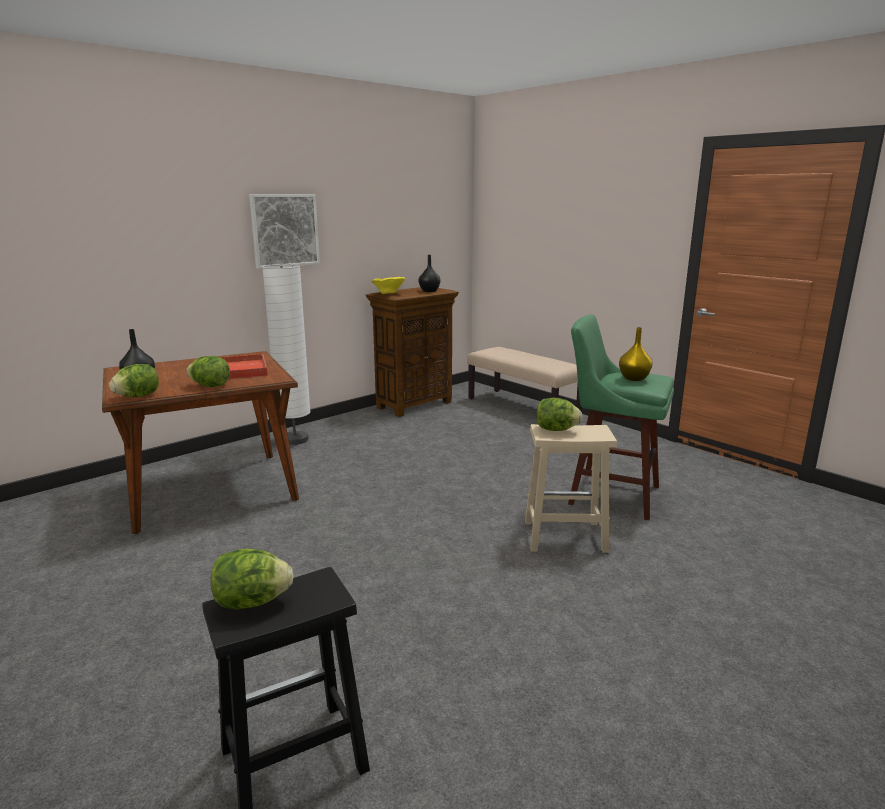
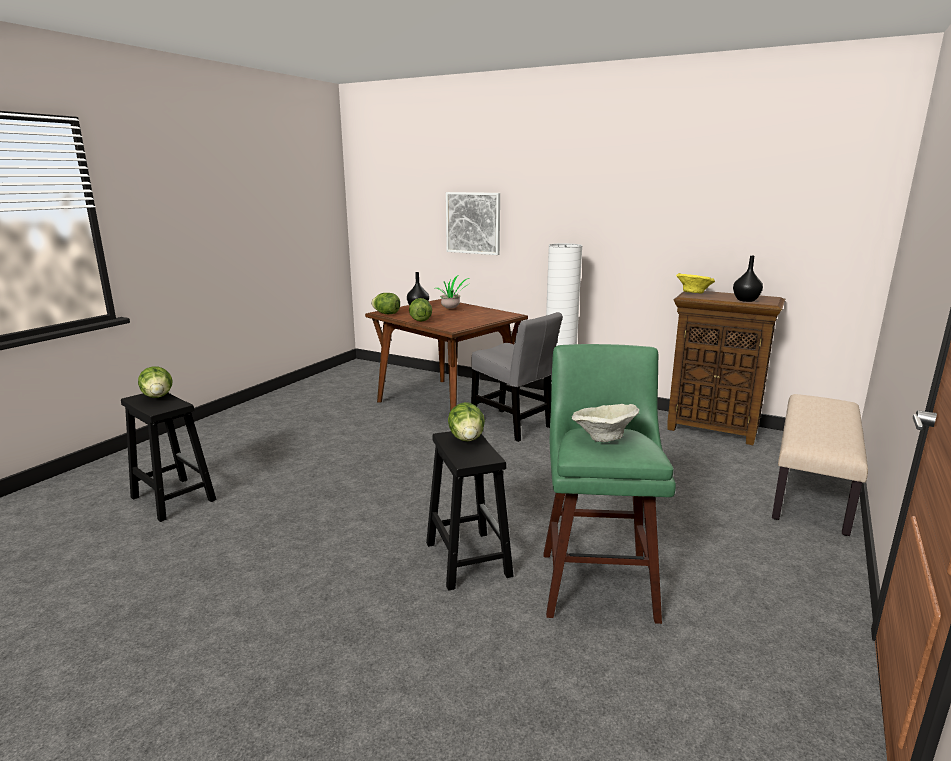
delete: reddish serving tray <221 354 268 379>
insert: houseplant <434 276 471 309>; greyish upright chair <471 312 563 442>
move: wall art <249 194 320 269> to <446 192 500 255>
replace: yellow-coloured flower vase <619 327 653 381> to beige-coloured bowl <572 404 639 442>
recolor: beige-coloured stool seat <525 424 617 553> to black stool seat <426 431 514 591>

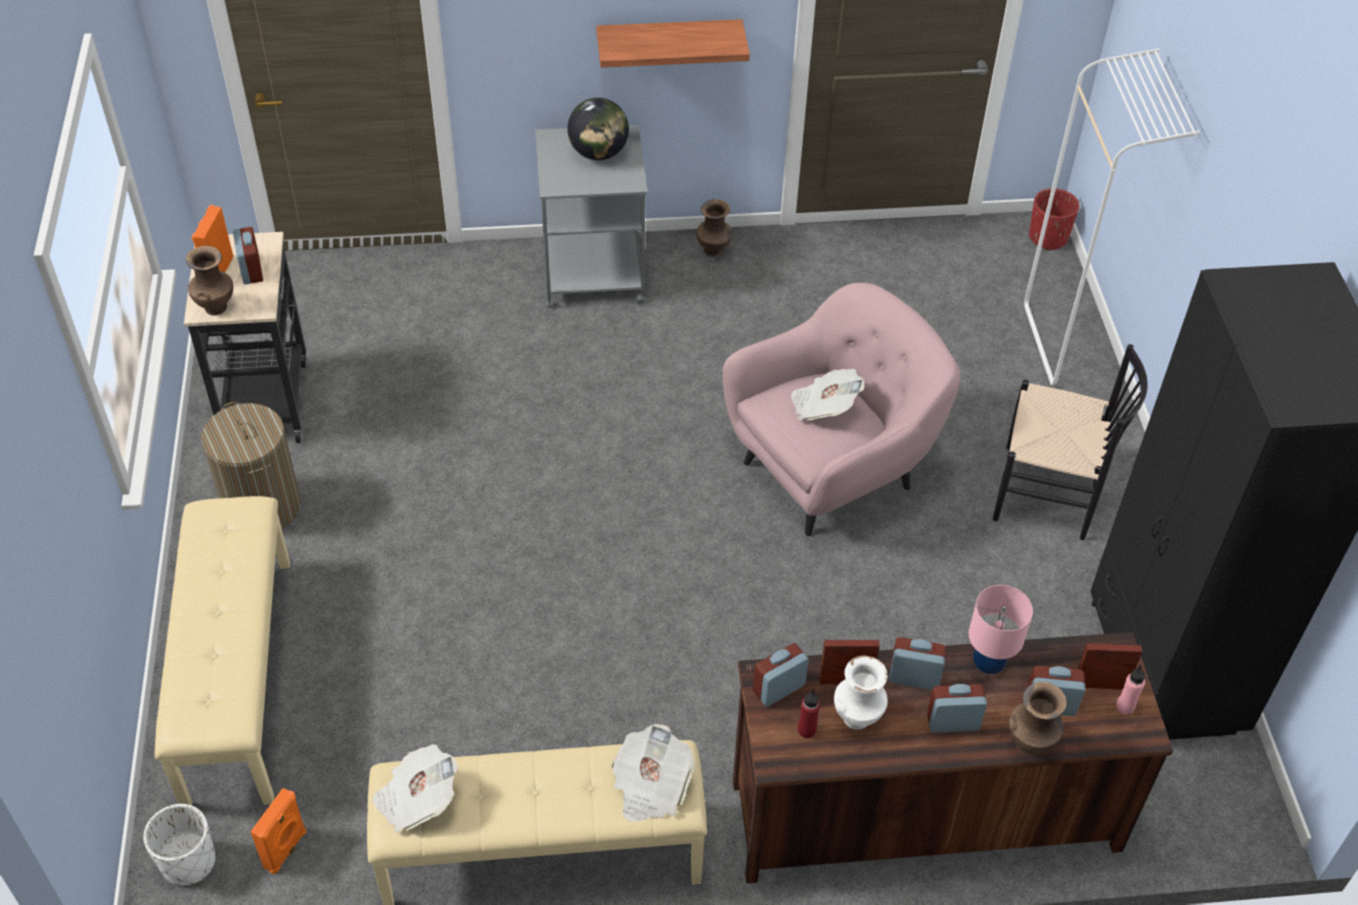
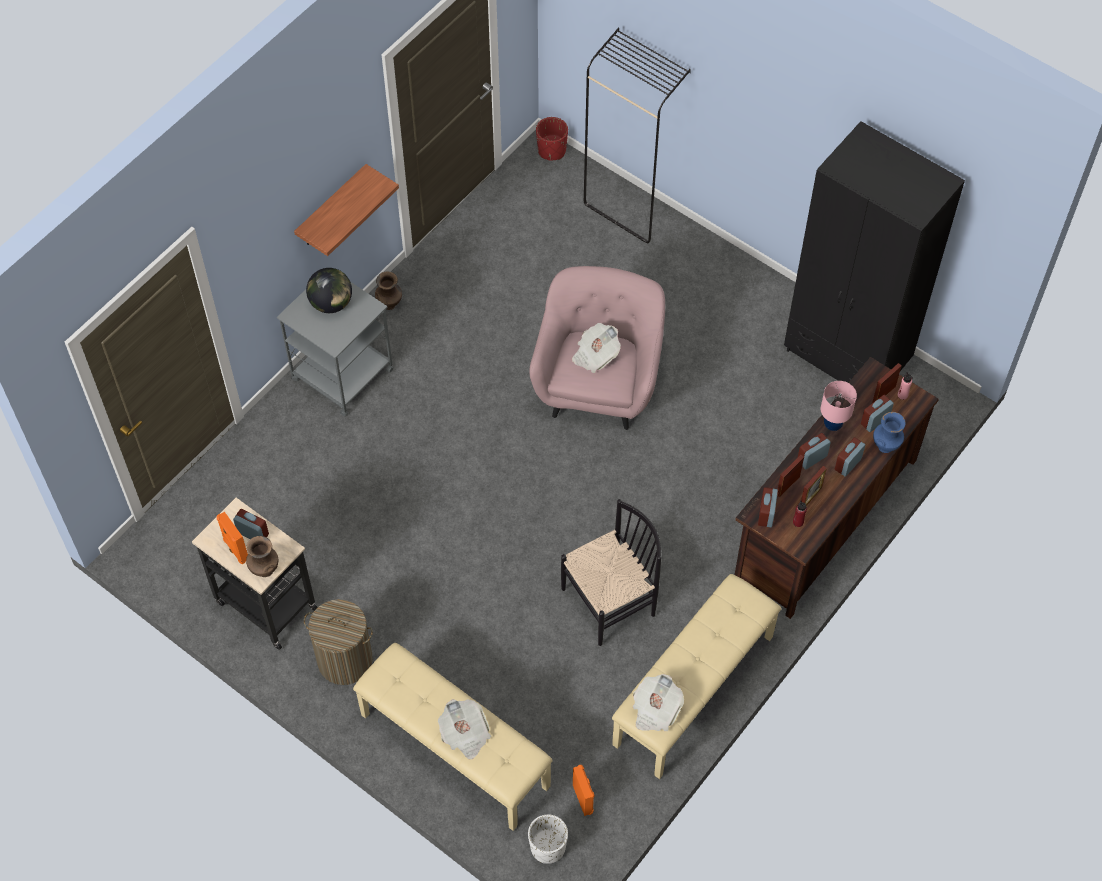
move: newspaper <612 724 695 821> to <438 699 491 760>; black upright chair <993 344 1148 540> to <561 499 661 646>
replace: white flower vase <834 656 888 730> to picture frame <801 466 827 506>
recolor: white clothes rack <1024 48 1200 385> to black clothes rack <584 28 691 243>; brown flower vase <1008 682 1067 755> to bluish flower vase <873 412 905 453>

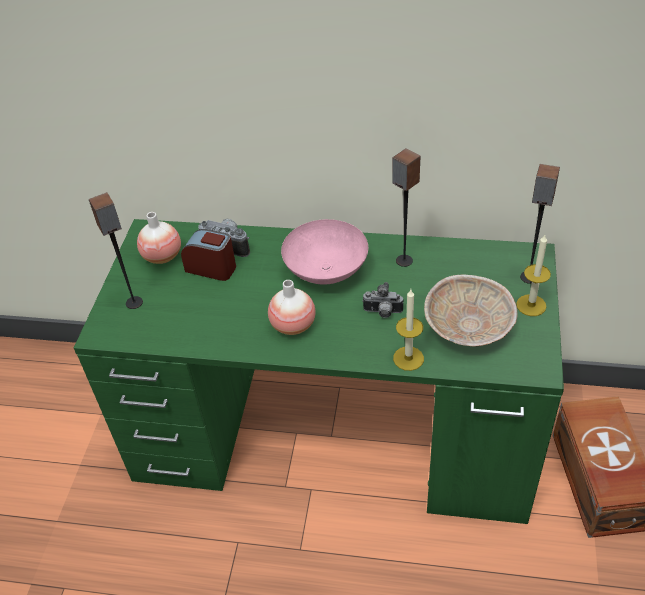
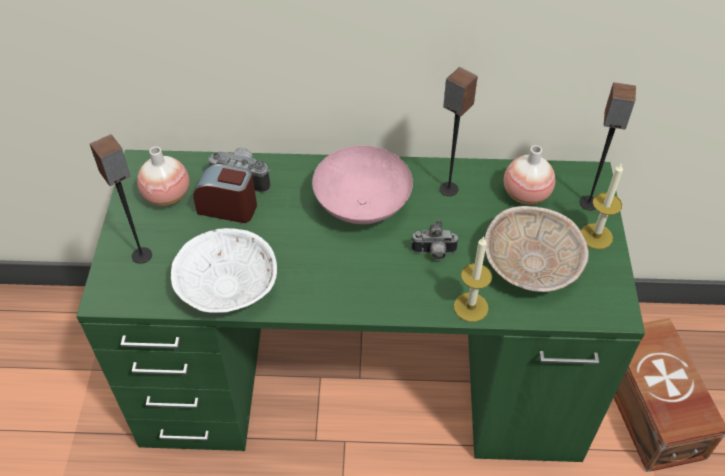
insert: white bowl <171 228 277 313>
move: flower vase <268 280 315 335> to <504 145 555 205>

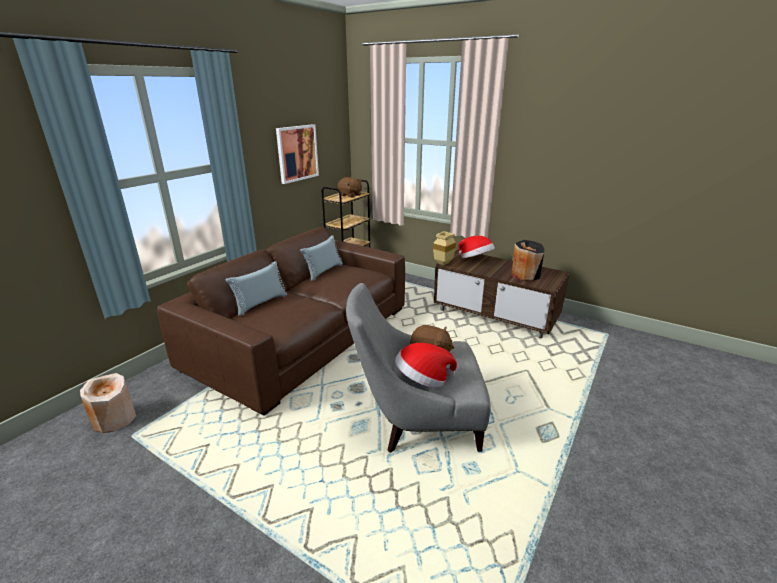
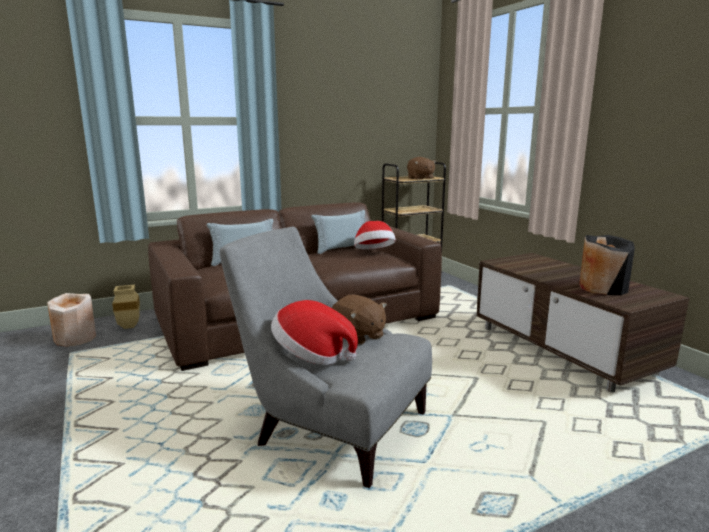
delete: wall art <276 124 319 184>
move: beige-coloured flower vase <433 231 456 265> to <112 285 140 329>; wearable hat <458 236 495 259> to <354 221 396 249>

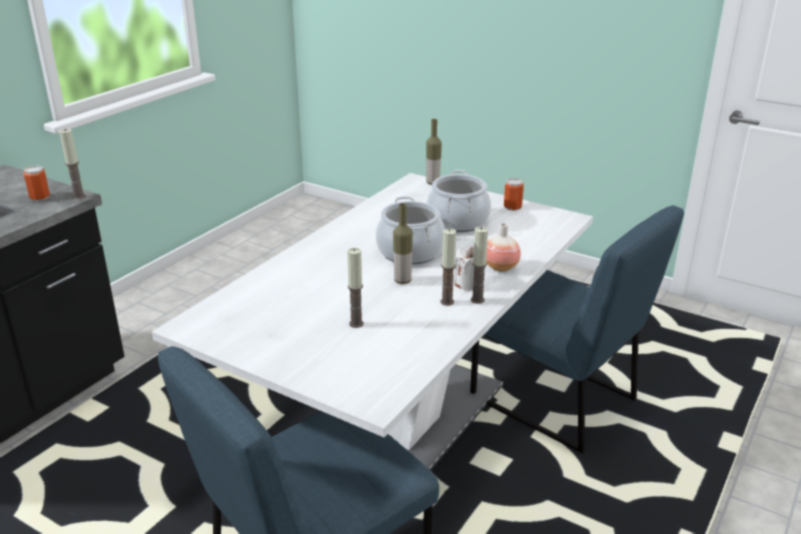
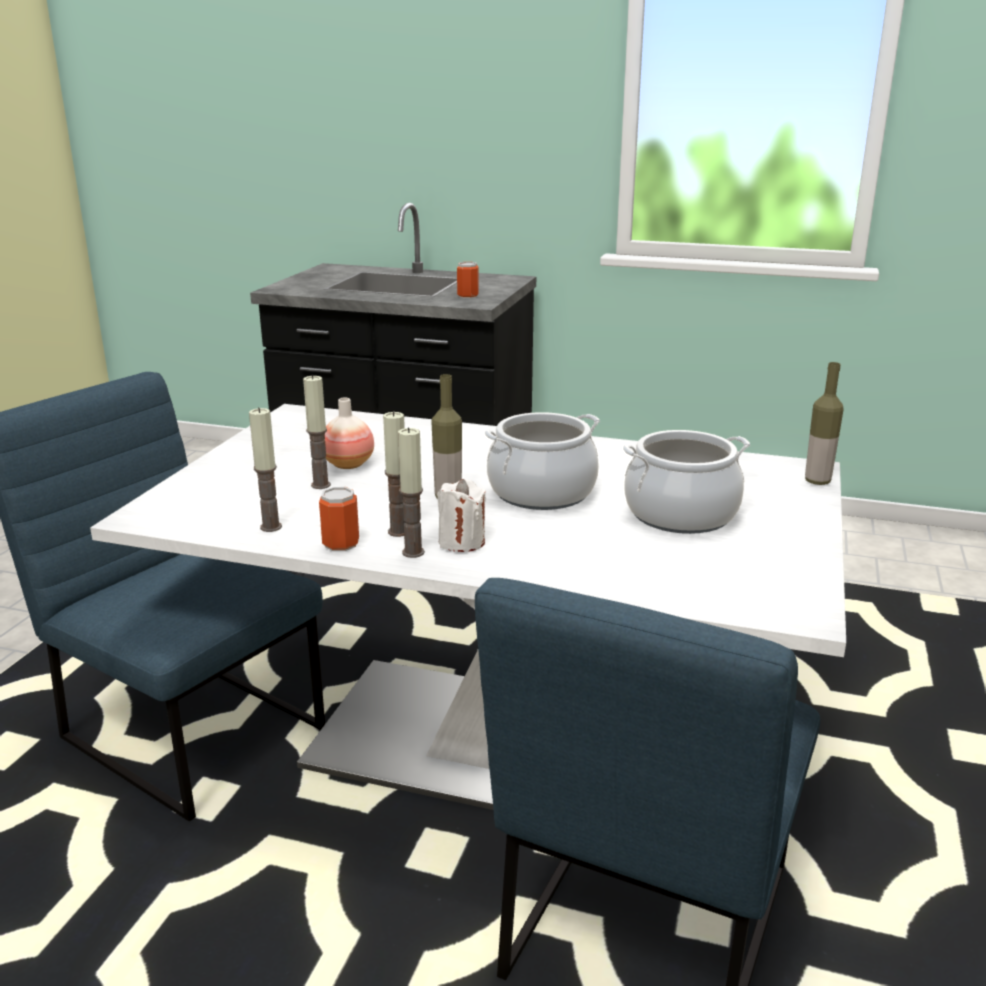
move: candle <59 129 85 199> to <249 407 282 532>; metal can <504 178 524 211> to <319 487 359 551>; flower vase <486 223 521 272> to <325 398 374 469>

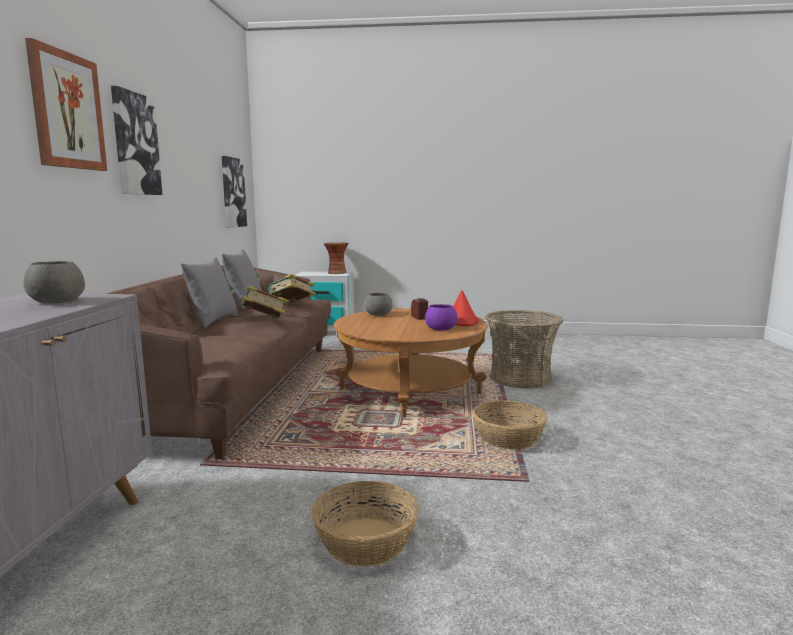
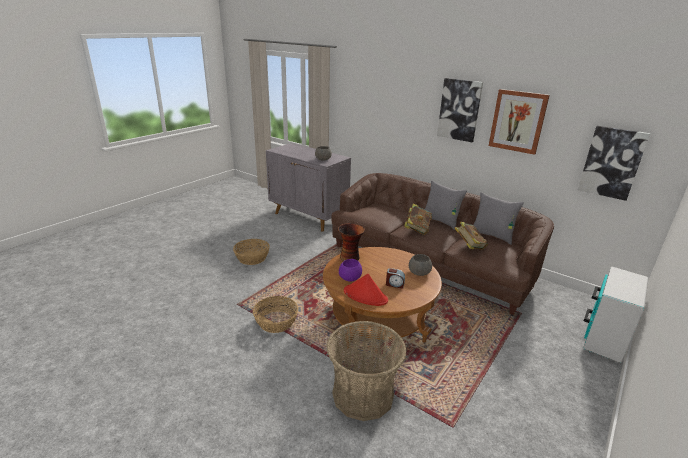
move: flower vase <324 242 349 274> to <338 223 365 261>; wall art <25 38 107 171> to <489 89 550 155>

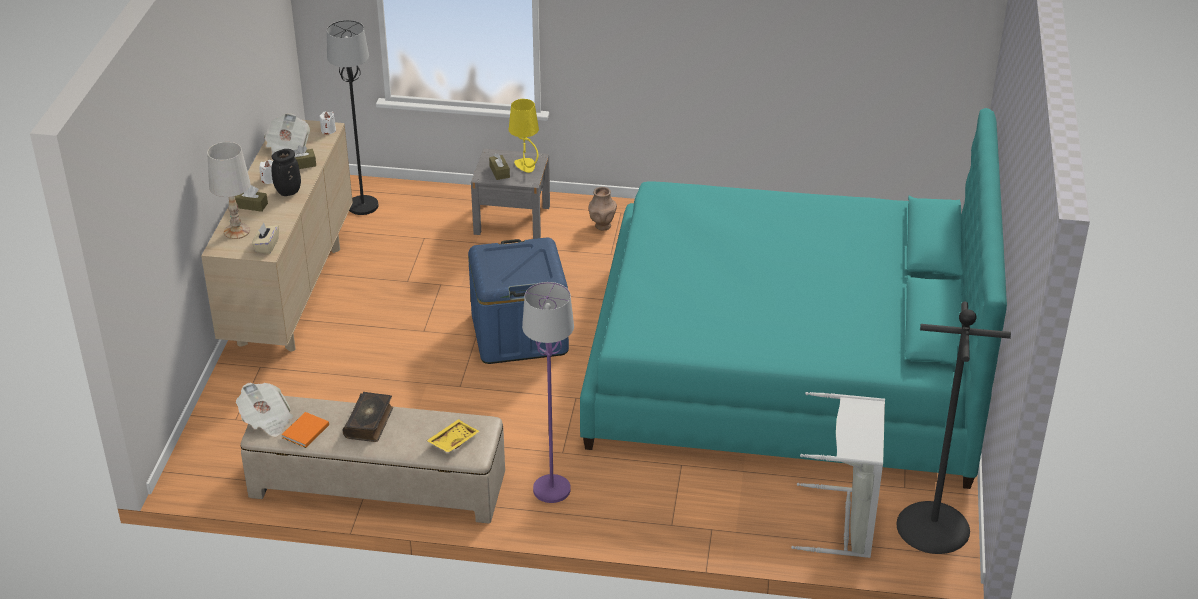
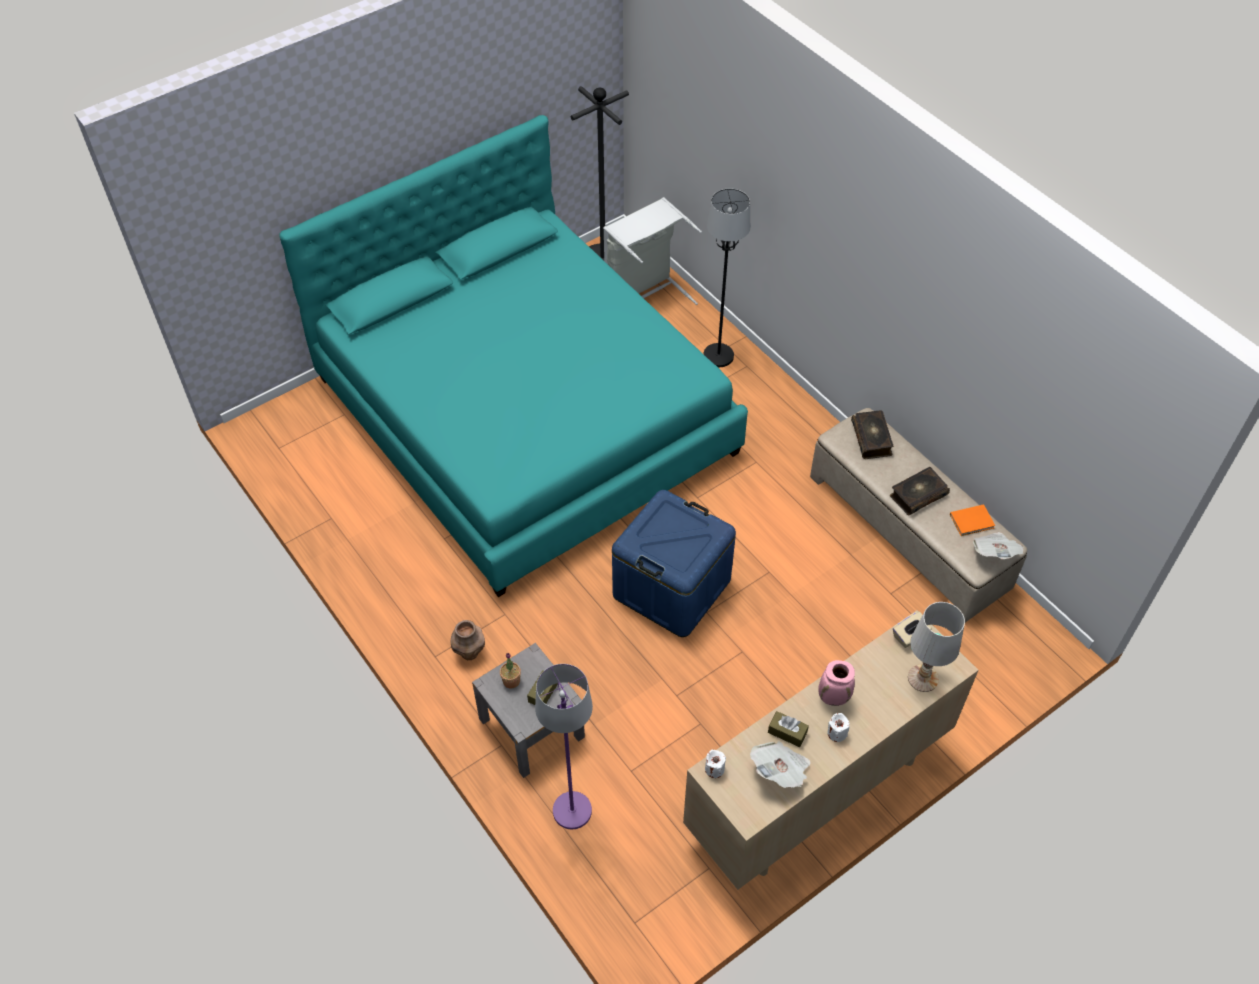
delete: brown tissue box <235 185 268 212>
move: purple standing lamp <522 282 574 503> to <535 664 593 829>; black standing lamp <327 20 378 215> to <704 188 750 367>
replace: yellow-coloured tabletop lamp <509 99 539 173> to houseplant <500 653 521 689>; yellow-coloured serving tray <426 419 480 453> to book <851 410 893 459>
recolor: black flower vase <272 149 301 196> to pink-coloured flower vase <818 660 855 706>

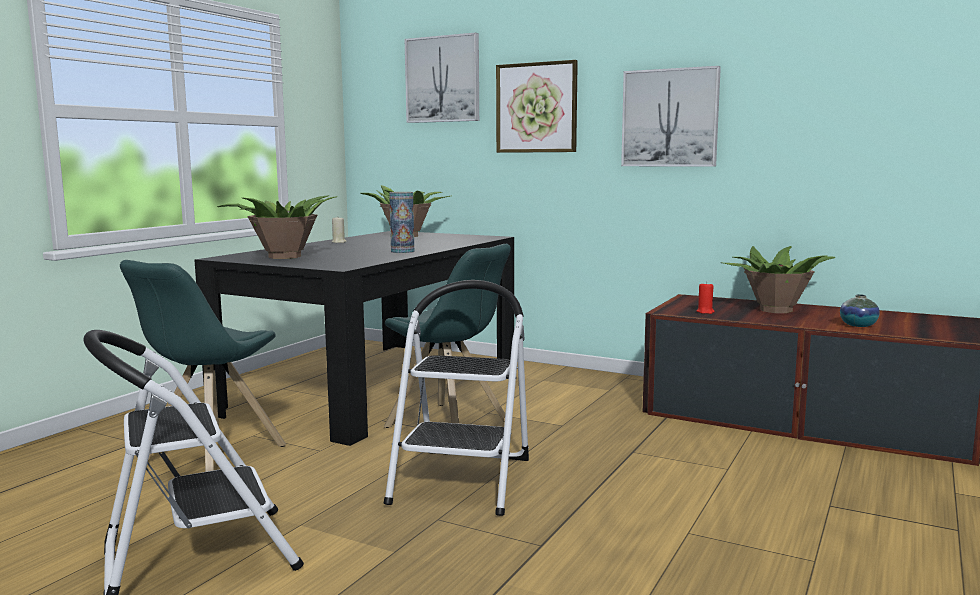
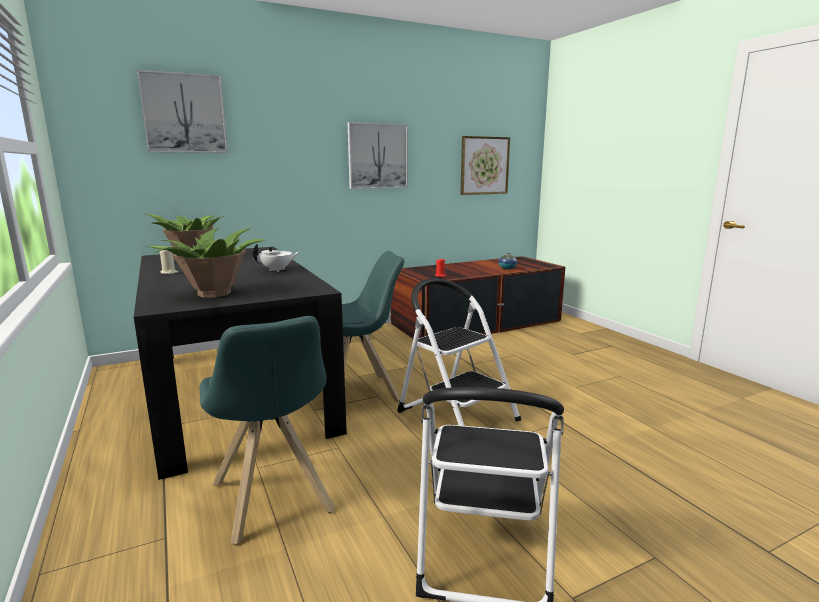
delete: houseplant <721 246 835 313>
move: wall art <496 60 578 153> to <460 136 510 195>
replace: flower vase <389 192 414 253> to white tea pot <252 244 300 272>

